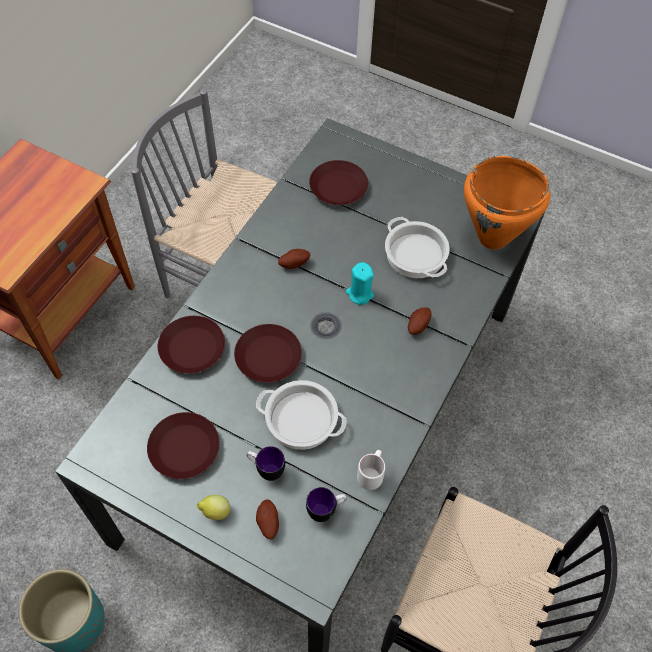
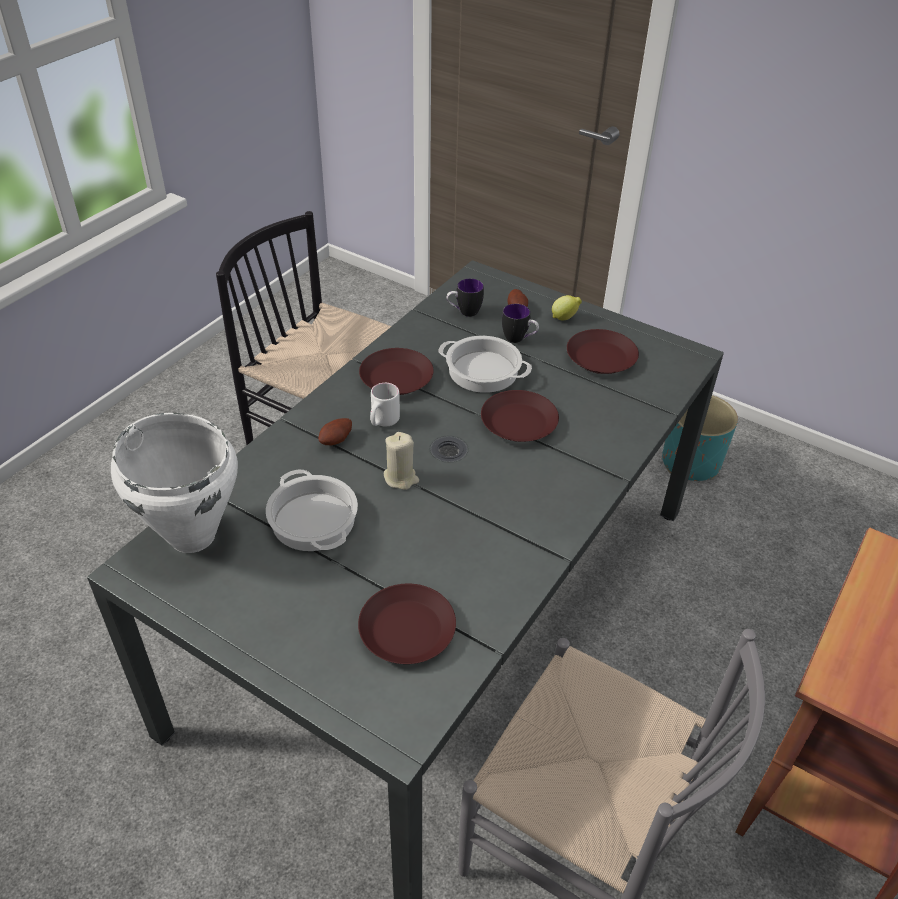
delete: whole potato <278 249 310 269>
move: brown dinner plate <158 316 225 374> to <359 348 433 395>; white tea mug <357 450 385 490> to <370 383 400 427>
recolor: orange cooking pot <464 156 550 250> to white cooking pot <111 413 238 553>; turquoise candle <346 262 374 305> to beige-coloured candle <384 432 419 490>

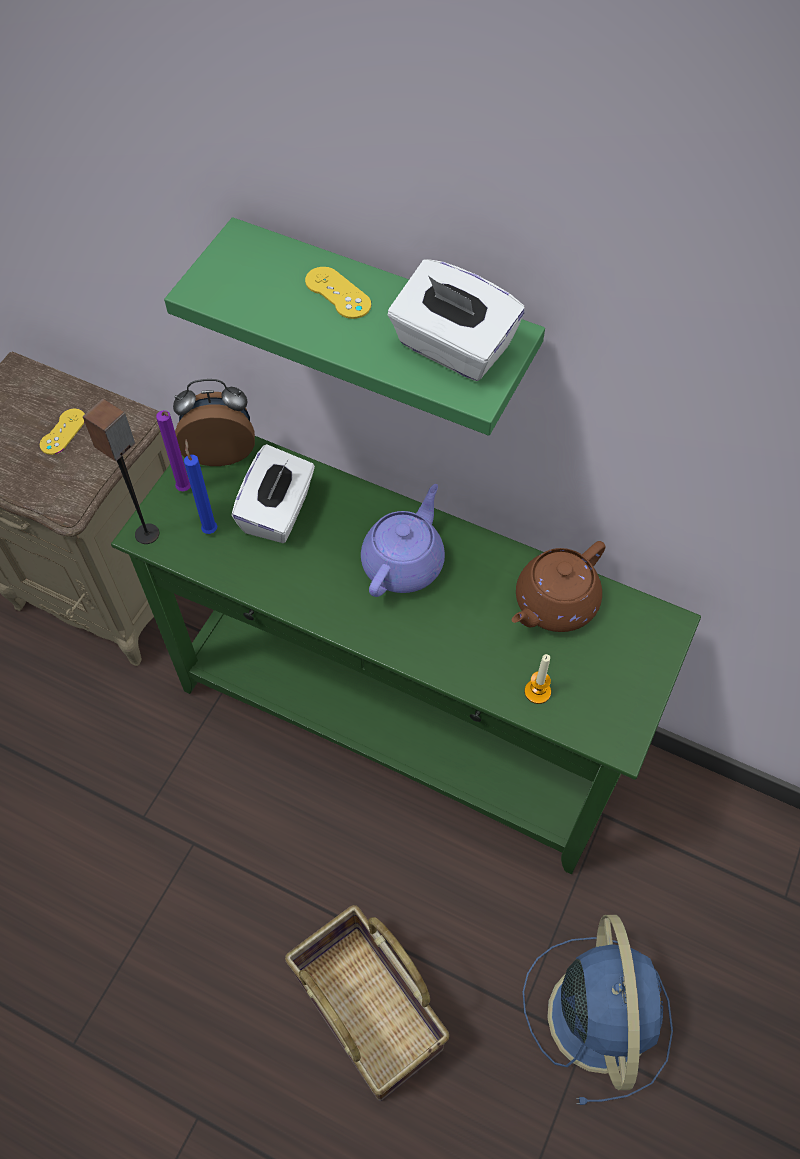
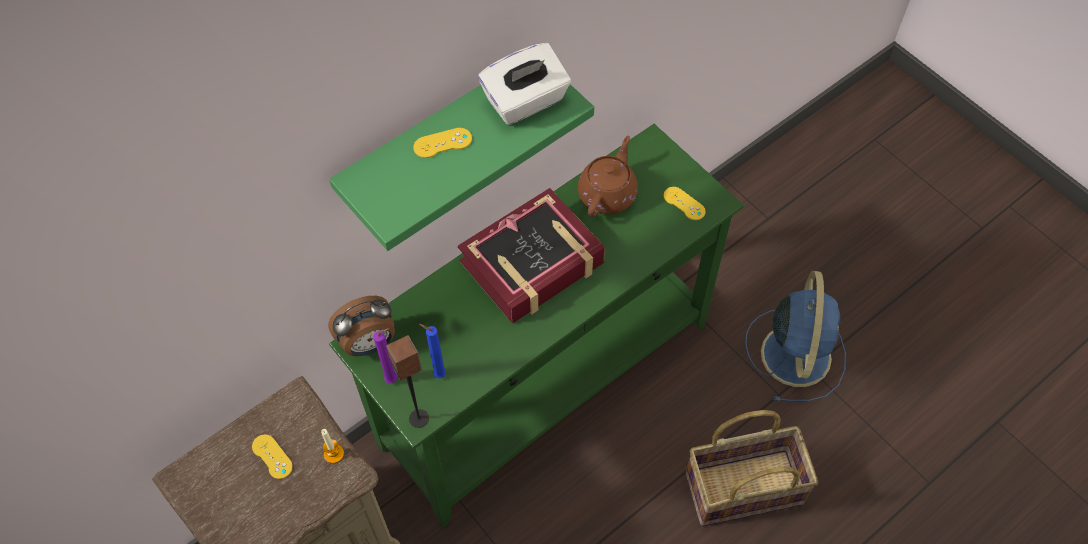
delete: white tissue box <231 444 315 543>
insert: yellow-coloured gamepad <664 187 705 220>
move: candle <525 654 551 704> to <321 429 344 463>
replace: purple tea pot <361 484 445 597> to book <458 188 605 324>
rotate: alarm clock <173 379 255 466> = <328 296 395 356> 135 degrees counterclockwise; brown tea pot <512 541 606 632> = <578 136 638 217> 135 degrees counterclockwise; bluish fan <523 915 673 1105> = <745 271 846 402> 75 degrees clockwise

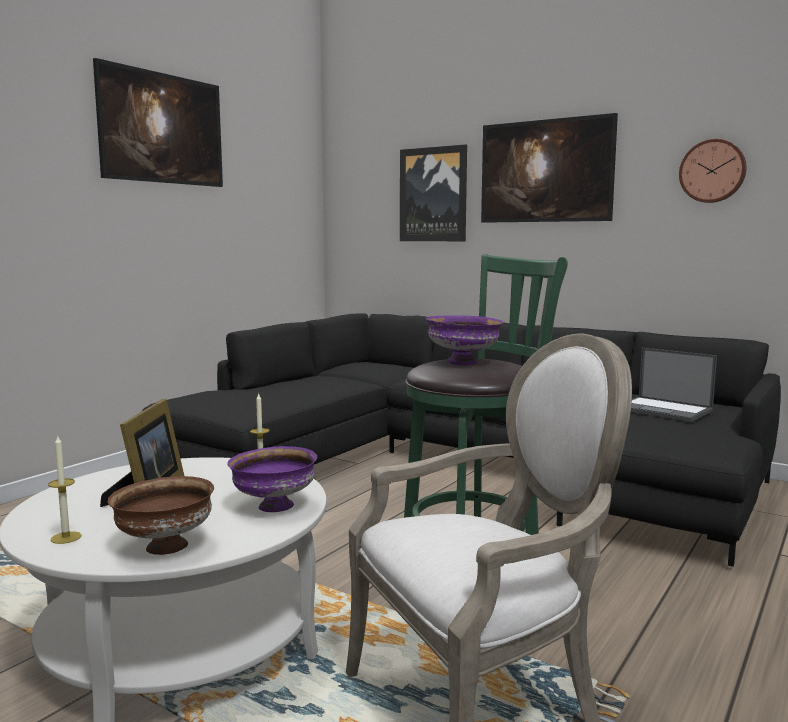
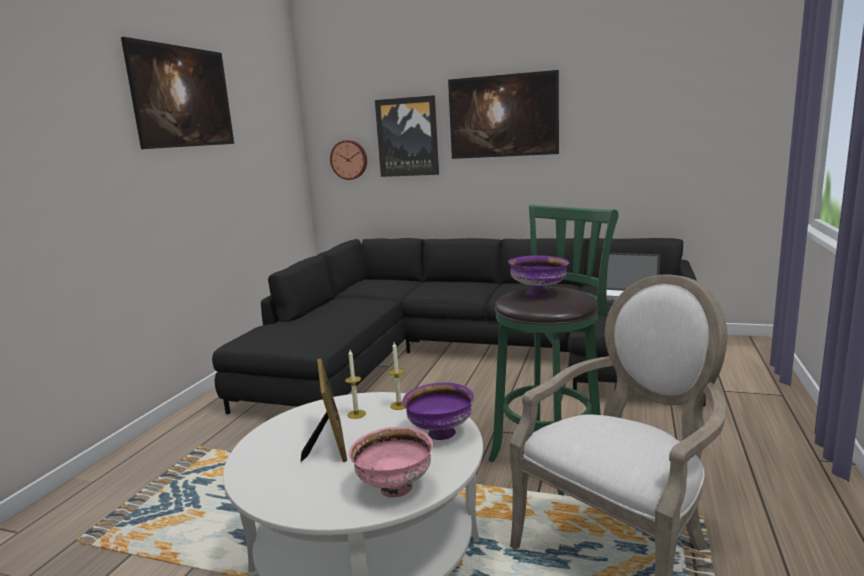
move: clock on the wall <679 139 747 203> to <330 140 367 180>; candle <48 435 81 544> to <345 350 366 419>
recolor: brown bowl <108 476 214 555> to pink-coloured bowl <349 427 433 497>

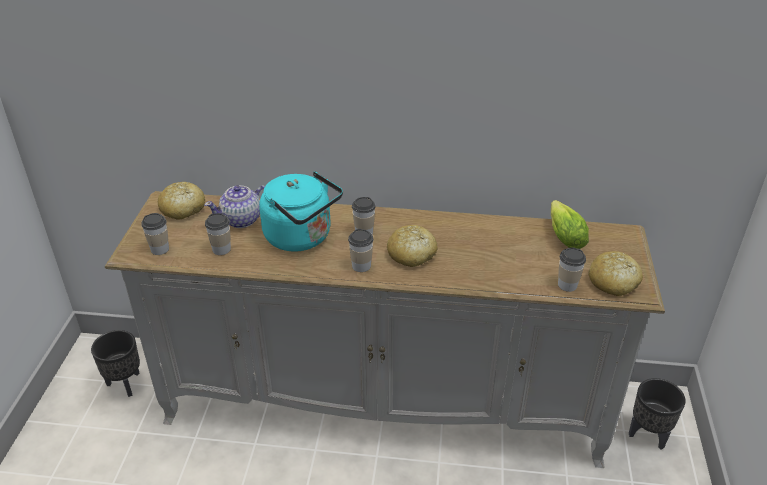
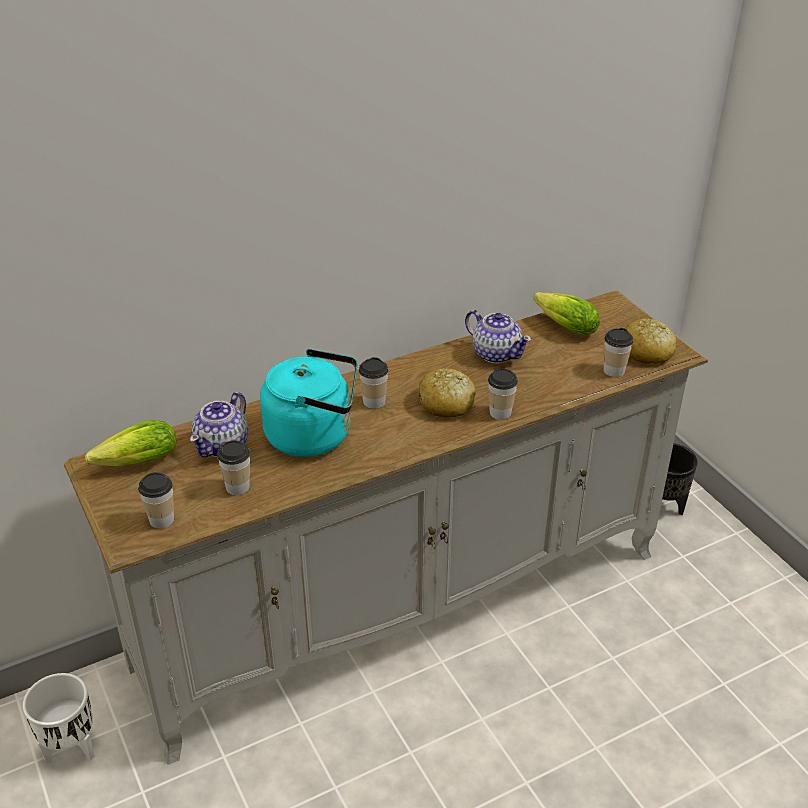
insert: tea pot <465 310 532 363>
move: small cup <348 229 374 272> to <488 369 518 420>
replace: bakery bread <158 182 205 220> to lettuce <85 420 176 466>
recolor: black plant pot <91 330 140 397> to white plant pot <23 673 95 764>

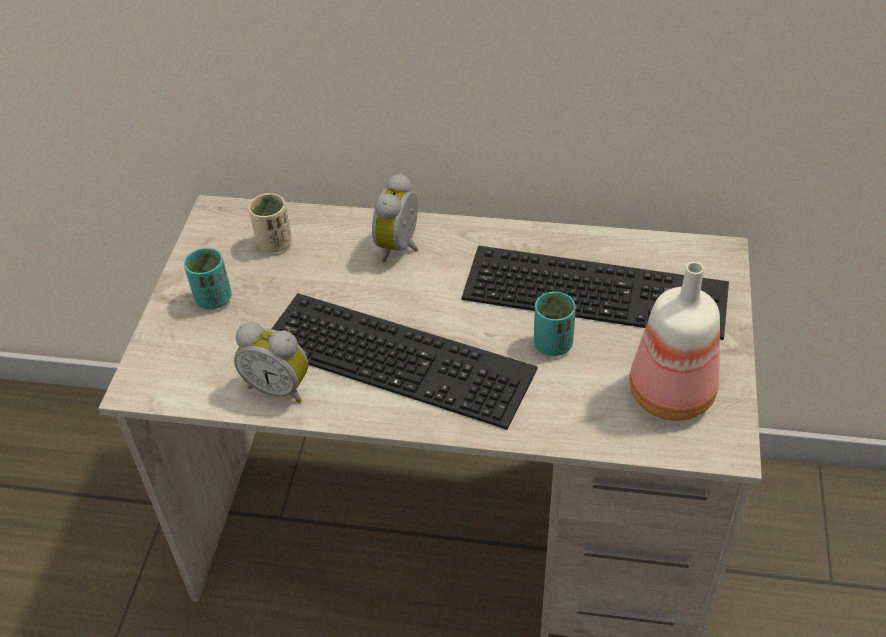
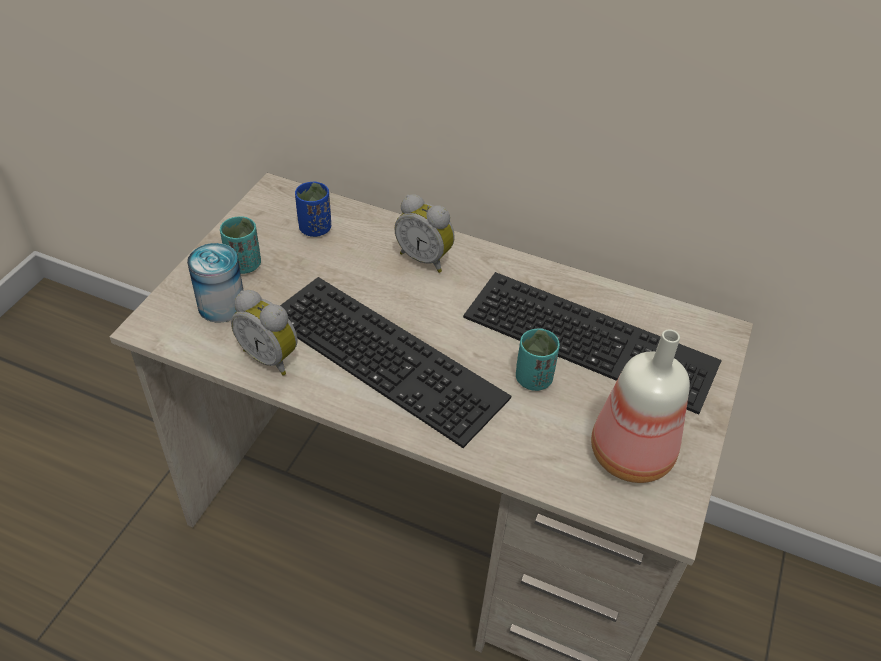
insert: metal can <187 243 243 323>
recolor: beige-coloured small cup <248 193 292 253> to bluish small cup <295 182 331 237>
rotate: alarm clock <372 173 418 263> = <395 194 455 273> 90 degrees counterclockwise

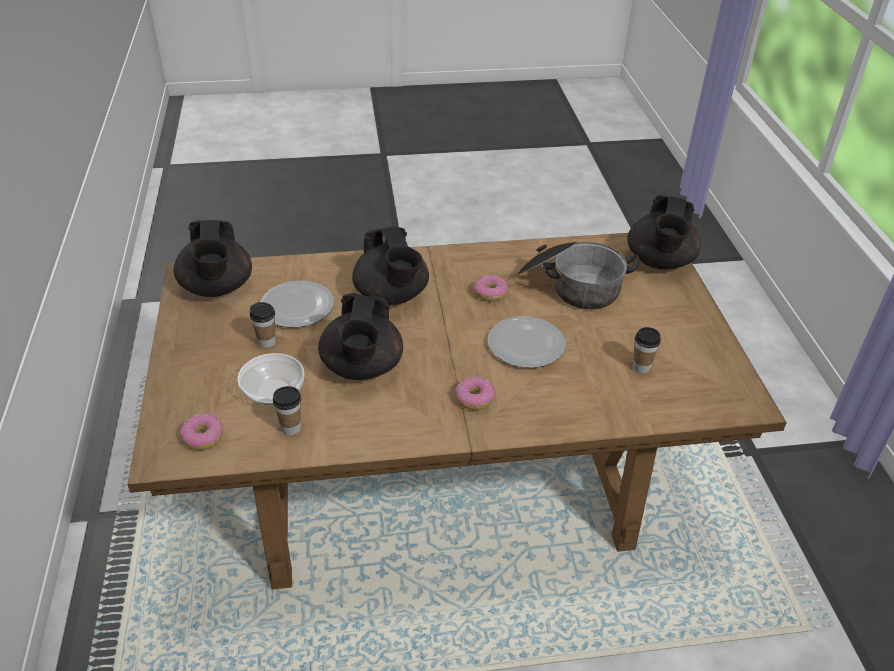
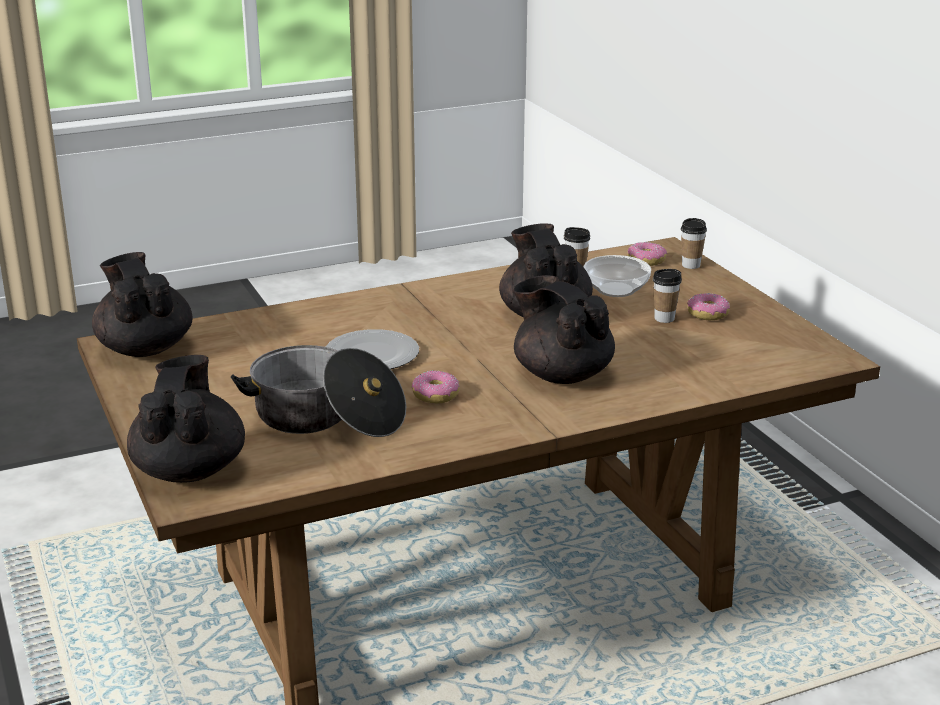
delete: dinner plate <260 281 334 327>
move: black tea pot <174 220 252 297> to <92 252 192 357>; small cup <633 327 661 373> to <681 218 707 269>; donut <455 376 495 410> to <687 293 730 320>

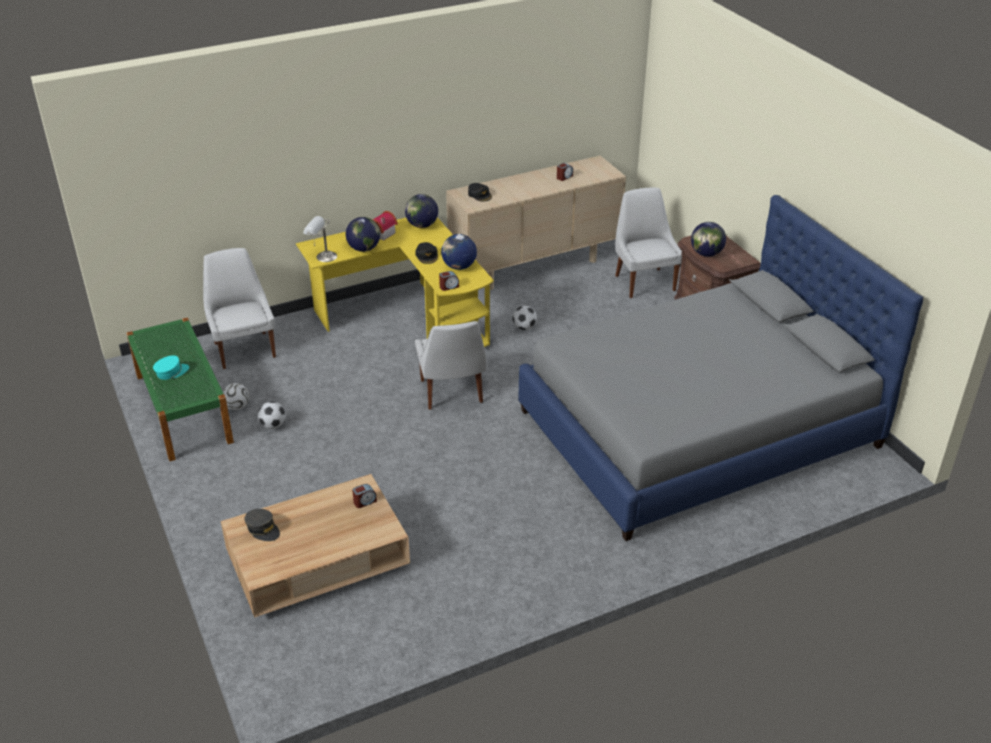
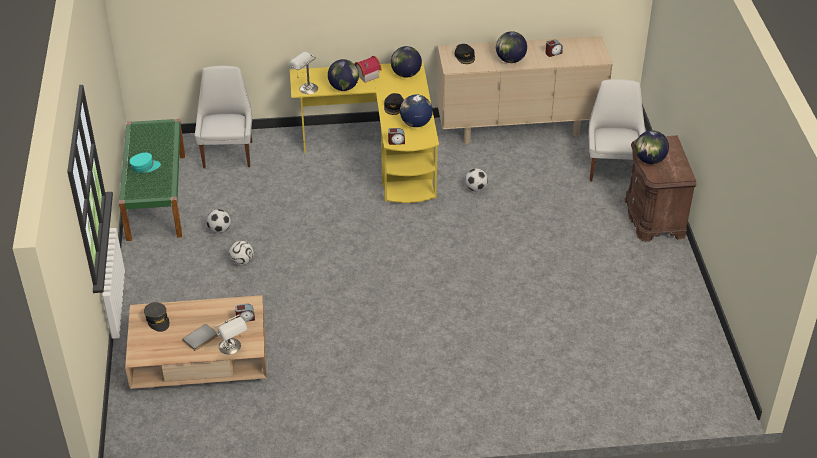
delete: white upright chair <415 321 487 410>; greyish bedroom bed <518 195 923 541>
insert: greyish book <182 324 218 351>; white tabletop lamp <212 315 247 355>; world globe <496 31 527 63>
move: football <223 383 249 410> to <229 241 254 265>

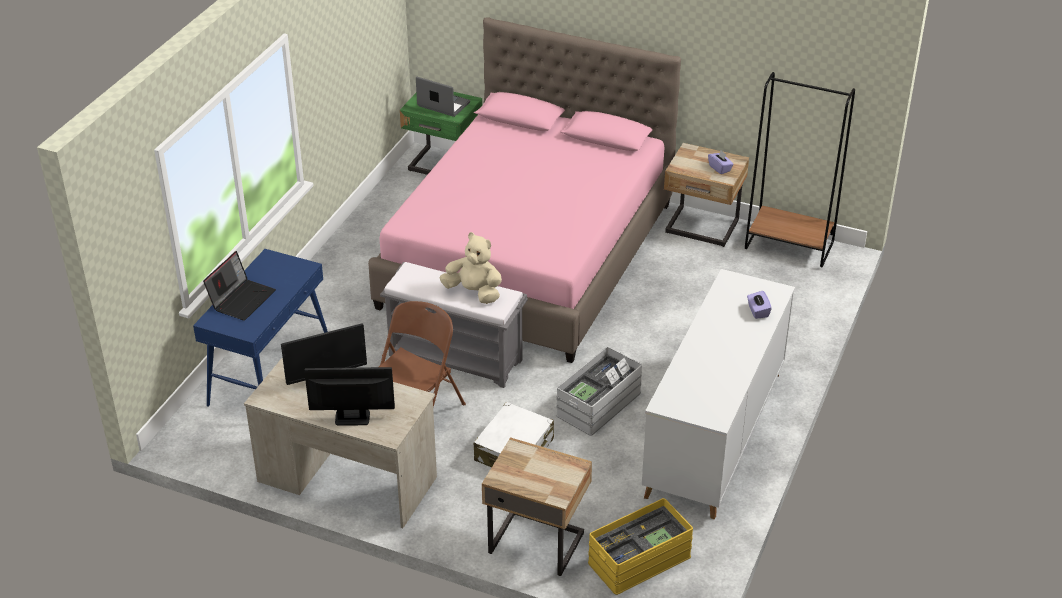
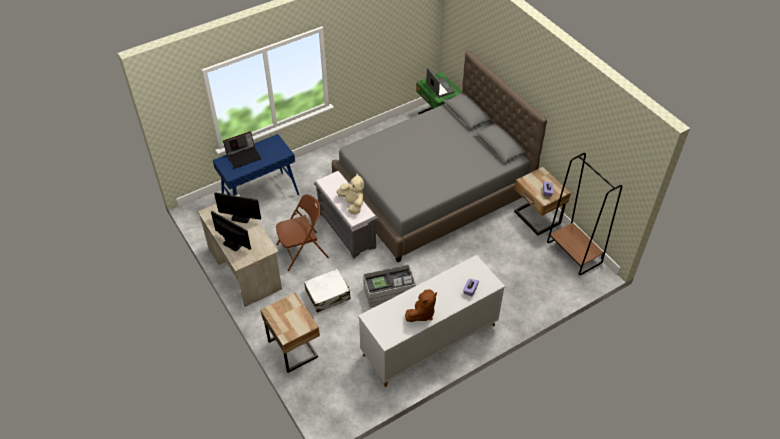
delete: yellow-coloured storage bin <588 498 693 595>
insert: brown plush toy <405 289 437 322>
recolor: pink-coloured bedroom bed <368 17 681 363> to greyish bedroom bed <332 50 547 262>

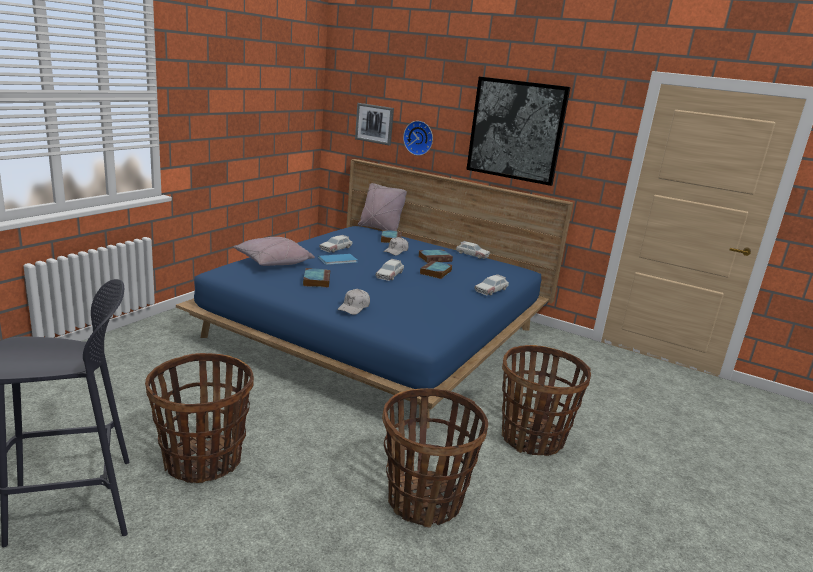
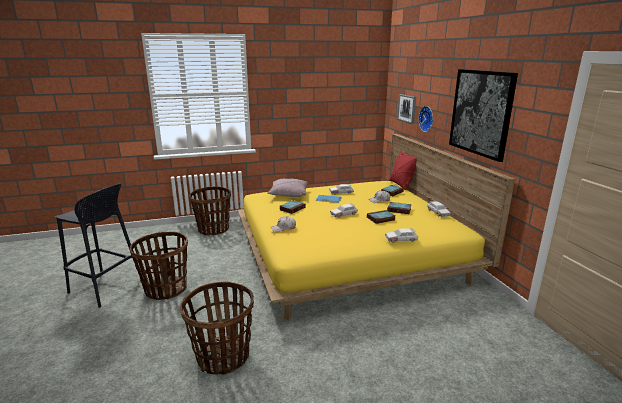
move: storage basket <502 345 591 456> to <189 186 231 236>
recolor: bluish bedroom bed <176 159 573 428> to yellow-coloured bedroom bed <238 134 515 320>; purple cushion <358 183 407 231> to reddish cushion <389 151 417 190>

